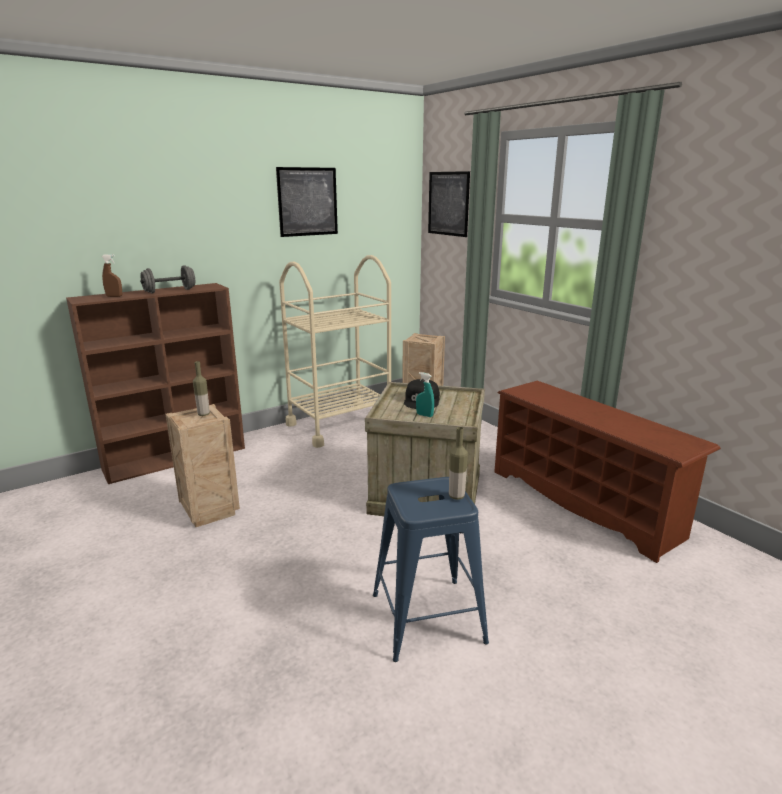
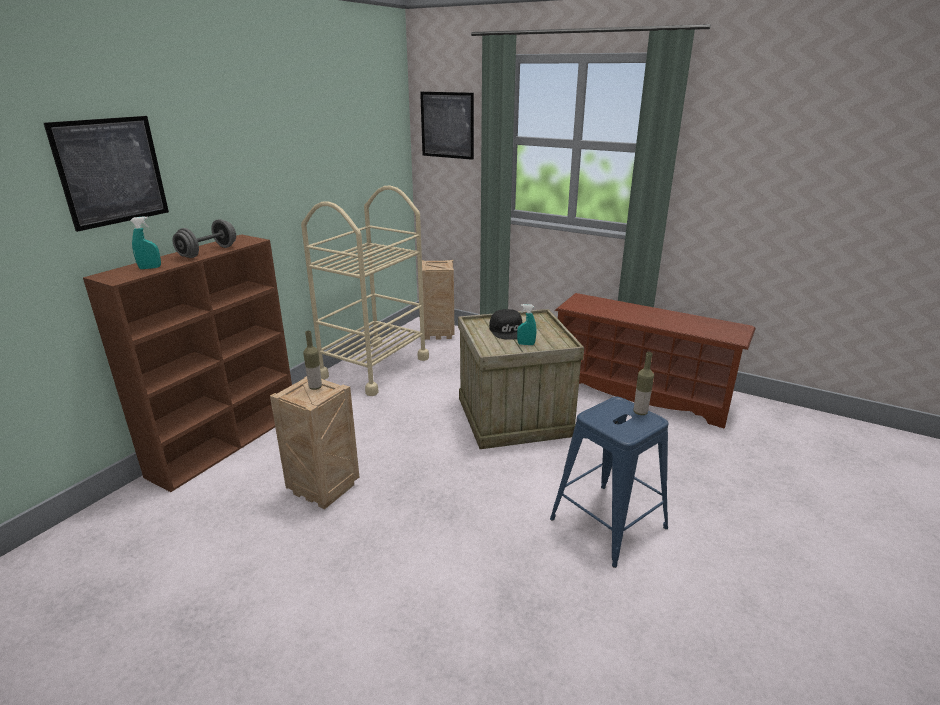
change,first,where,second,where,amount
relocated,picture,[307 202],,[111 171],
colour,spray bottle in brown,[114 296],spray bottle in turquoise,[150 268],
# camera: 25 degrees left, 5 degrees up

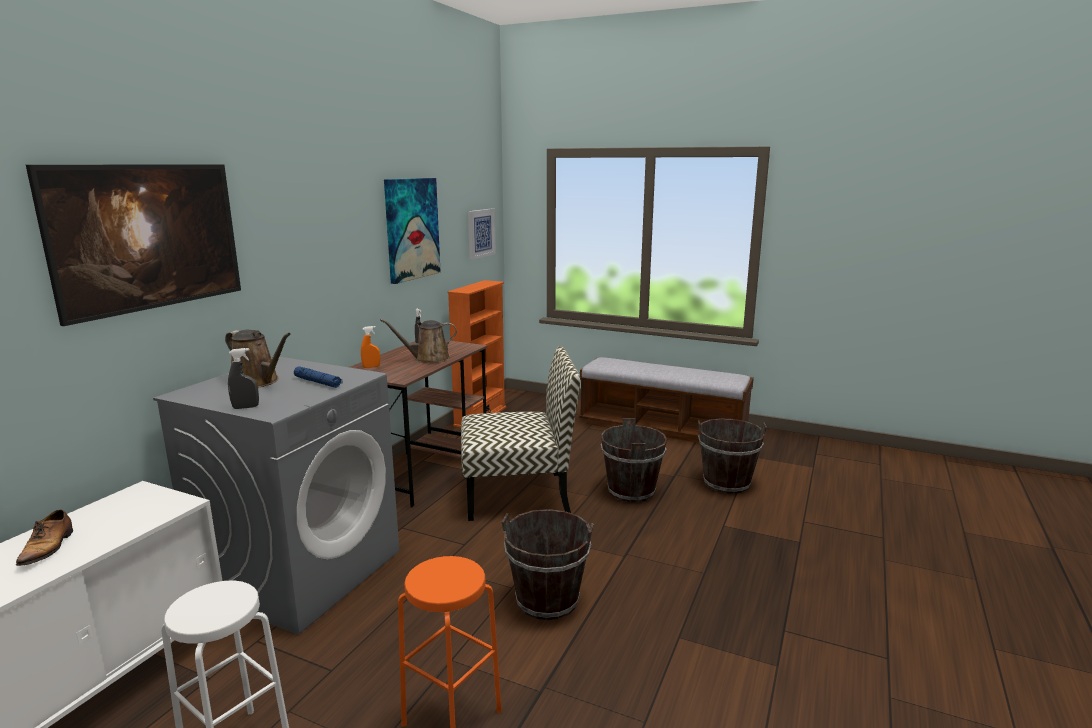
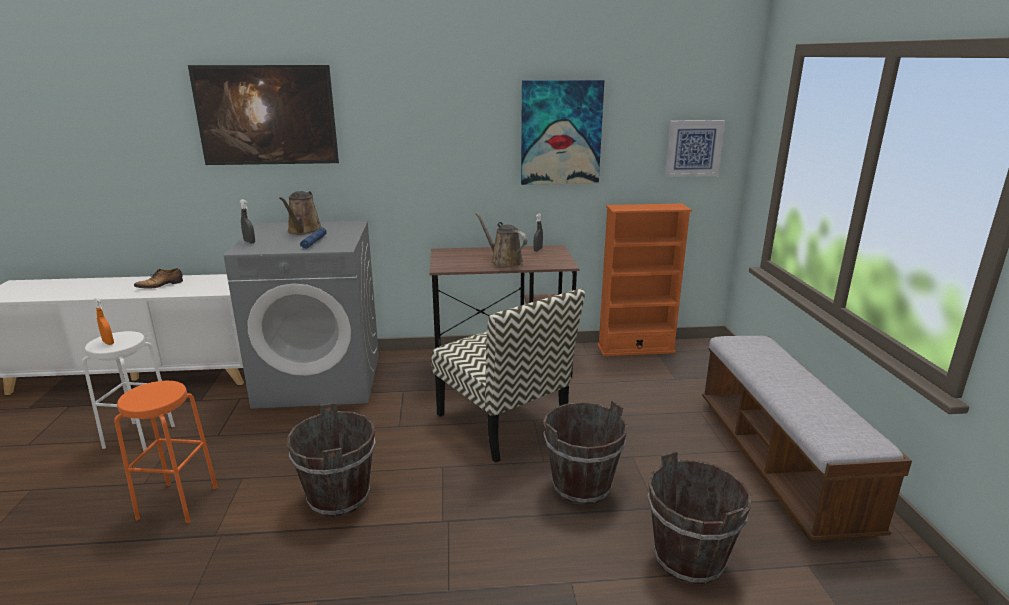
change,first,where,second,where,amount
relocated,spray bottle in orange,[371 367],,[108 342],
# camera: 60 degrees right, 5 degrees up

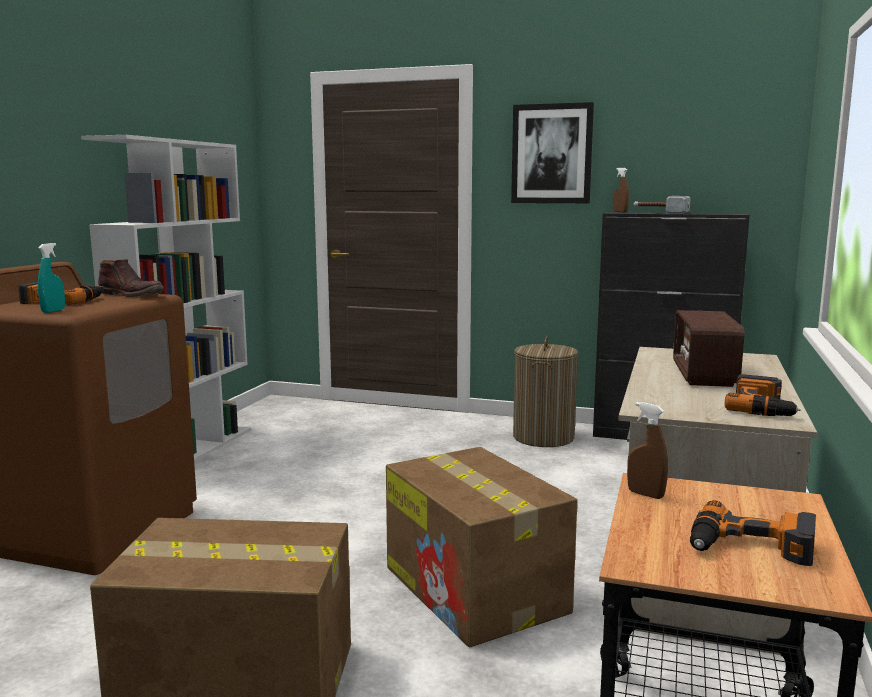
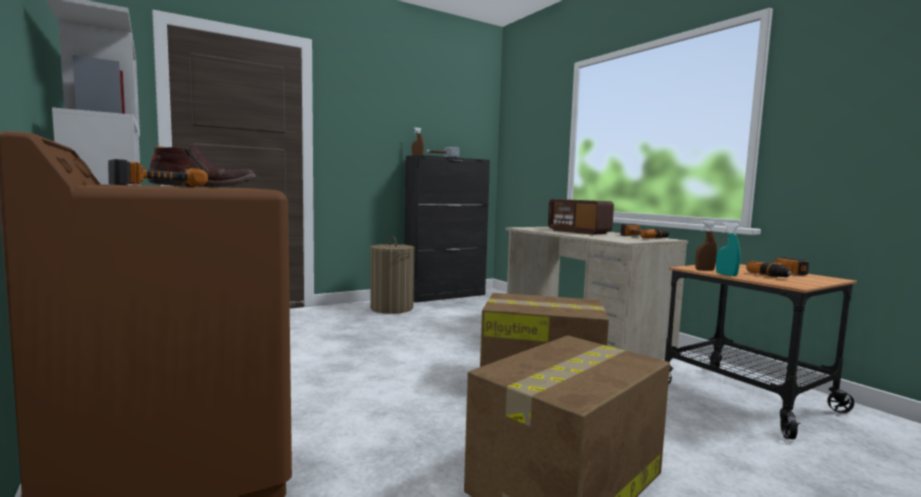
change,first,where,second,where,amount
missing,picture,[551 154],,,
relocated,spray bottle in turquoise,[53 311],,[726 275],
# camera: 50 degrees left, 5 degrees down

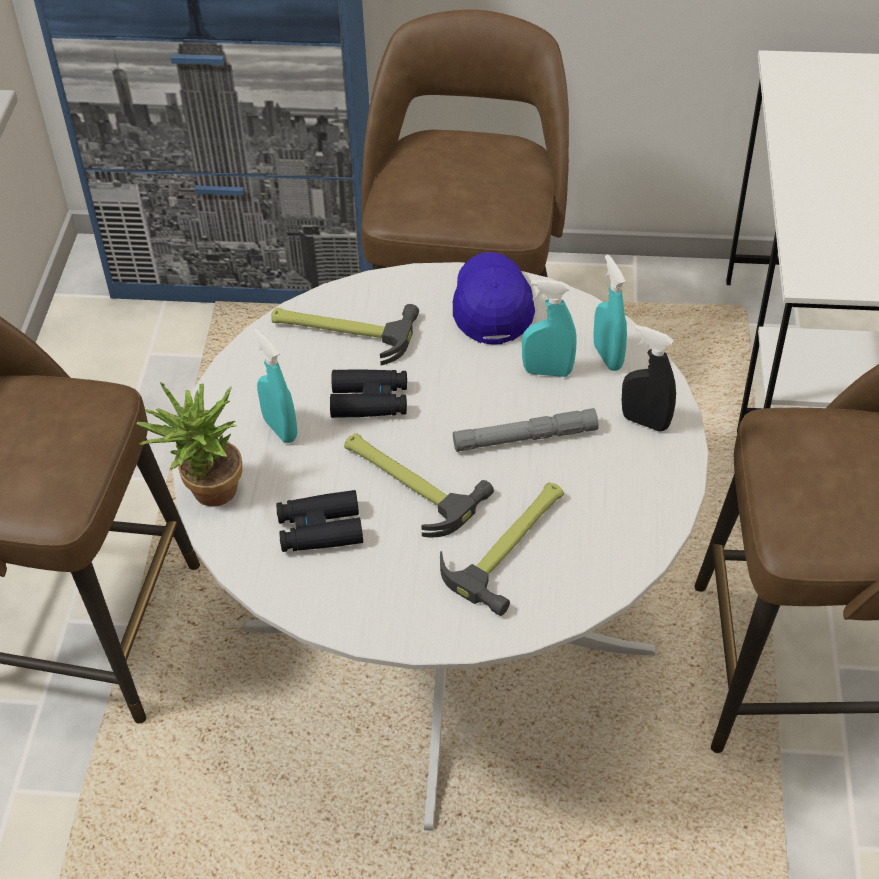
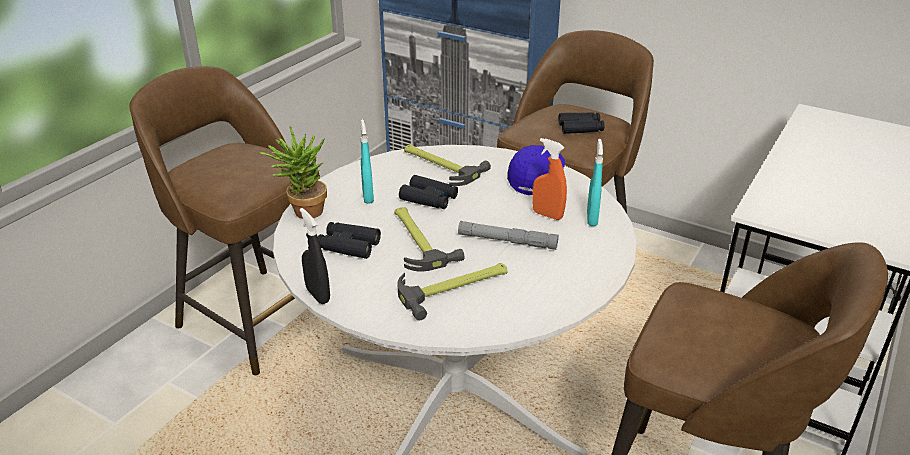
change,first,where,second,where,amount
appeared,,,binoculars in black,[580 128],
relocated,spray bottle in black,[645 421],,[318 295],
colour,spray bottle in turquoise,[547 371],spray bottle in orange,[547 215],
# camera: 25 degrees right, 15 degrees down

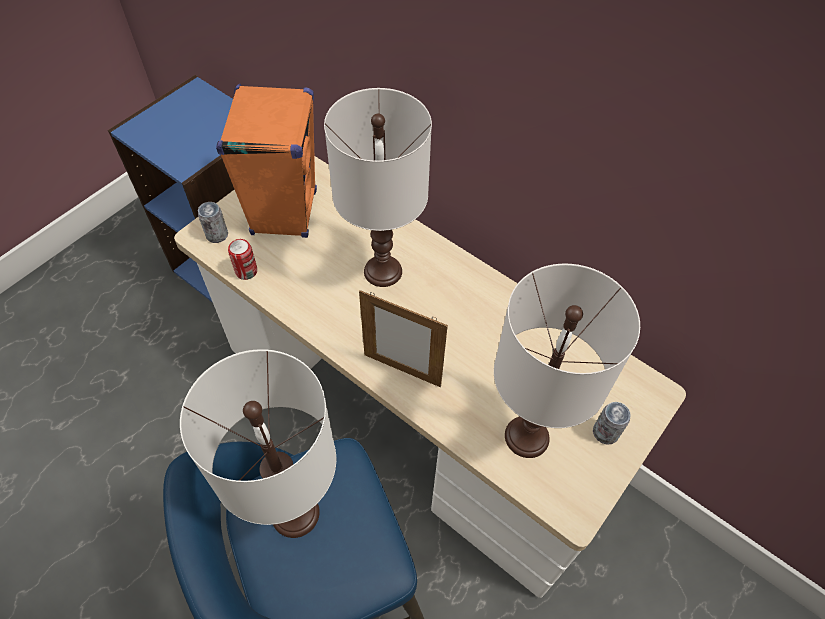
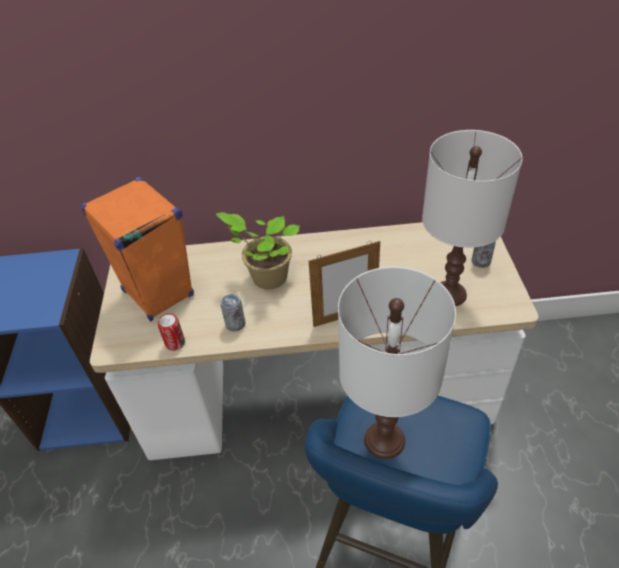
change,first,where,second,where,amount
relocated,can,[217 235],,[235 324],
exchanged,table lamp in white,[383 271],potted plant,[267 277],
# camera: 40 degrees left, 10 degrees down

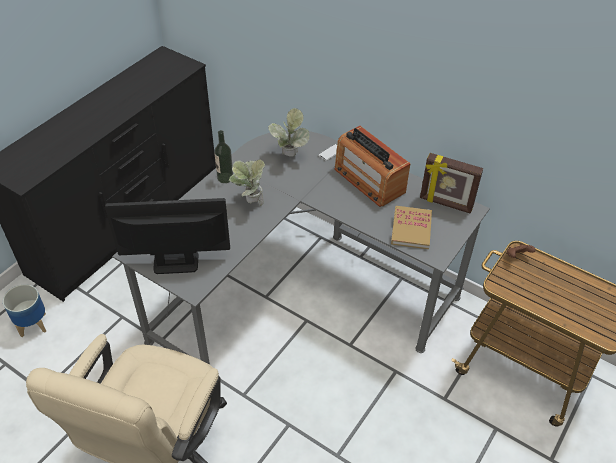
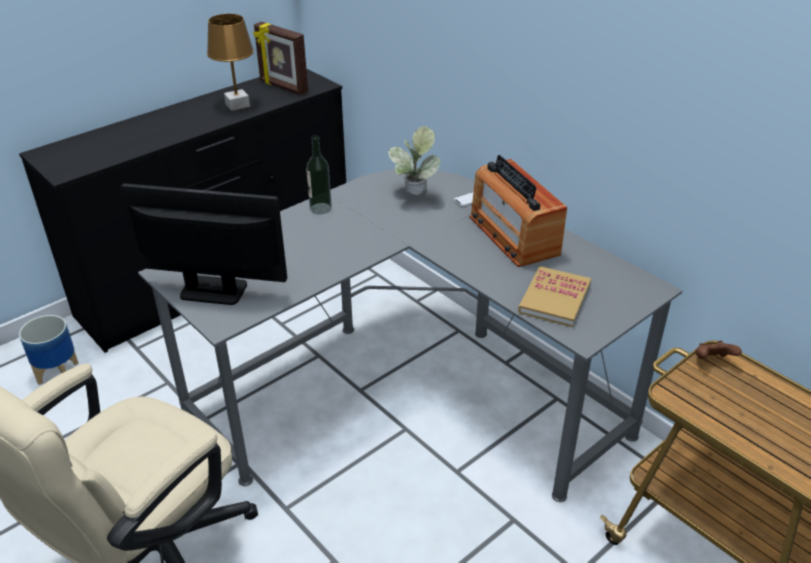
change,first,where,second,where,amount
missing,potted plant,[250 202],,,
appeared,,,table lamp in brown,[237 105],
relocated,picture frame,[445 204],,[283 87],
# camera: 15 degrees right, 10 degrees down

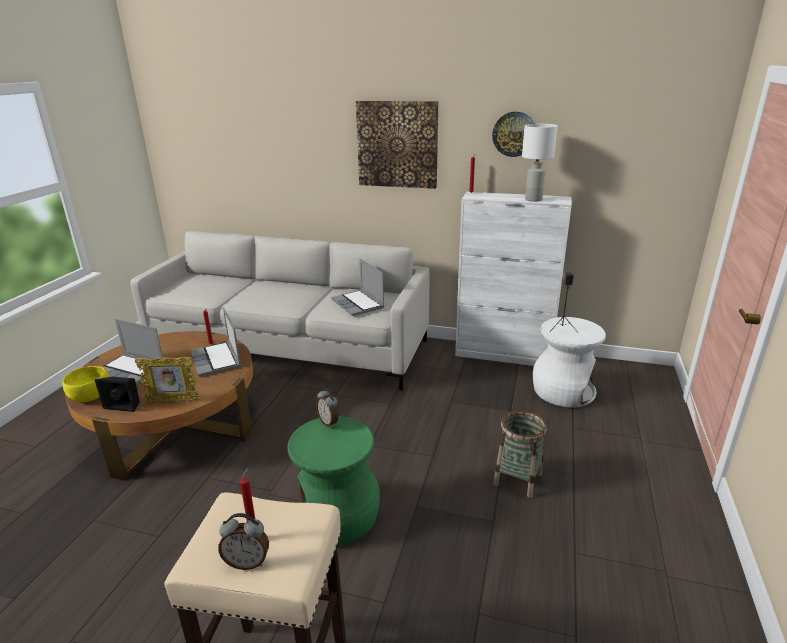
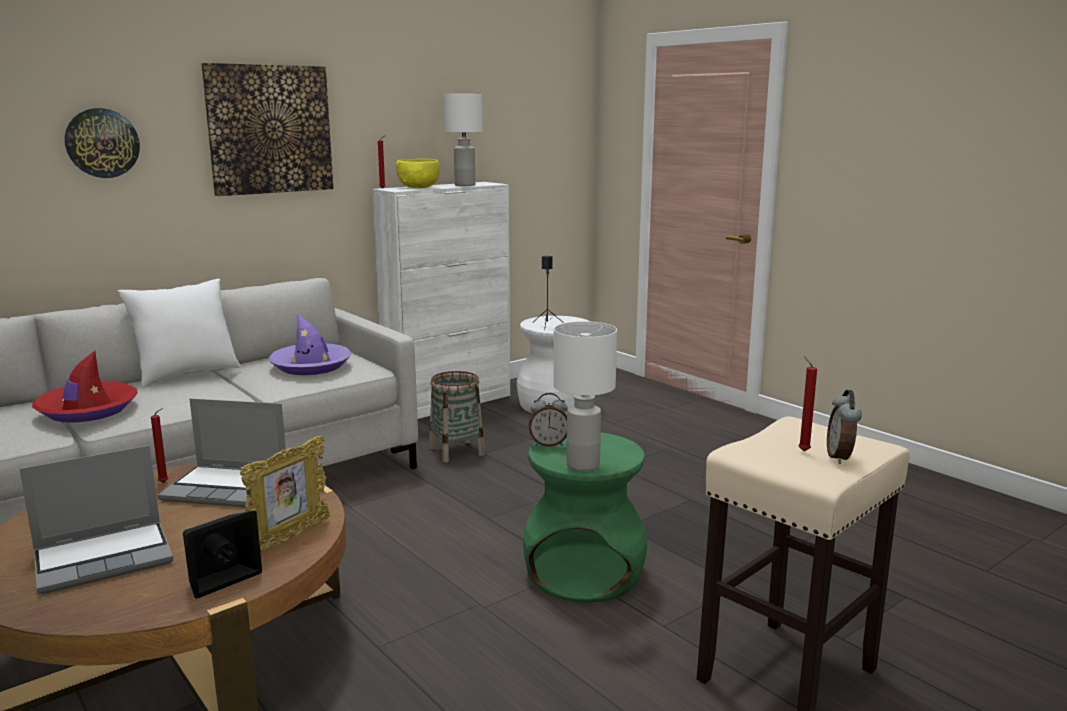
change,first,where,second,where,amount
appeared,,,hat in red,[87 410],
appeared,,,pillow in white,[186 375],
appeared,,,table lamp in white,[582 465],
relocated,bowl in yellow,[91 396],,[418 187],
relocated,wall clock,[514 134],,[102 143],
relocated,basket,[517 479],,[456 451],
exchanged,laptop,[358 304],hat in purple,[311 366],
spun,alarm clock,[247 562],,[840 457],150 degrees clockwise
# camera: 55 degrees left, 10 degrees down

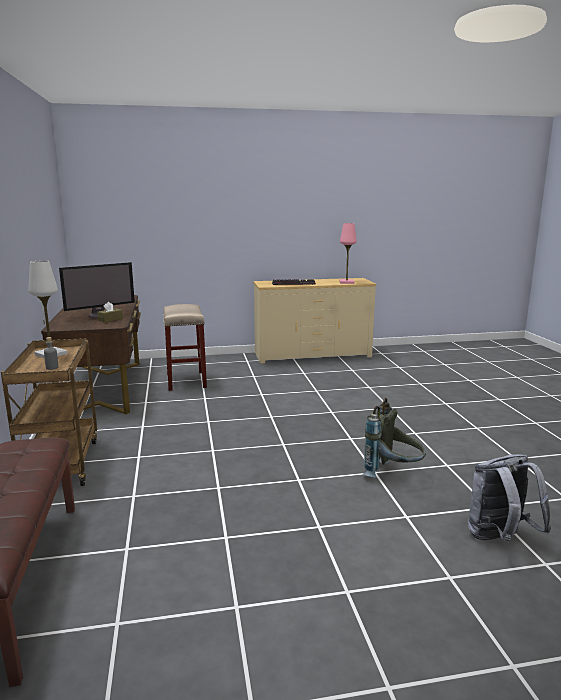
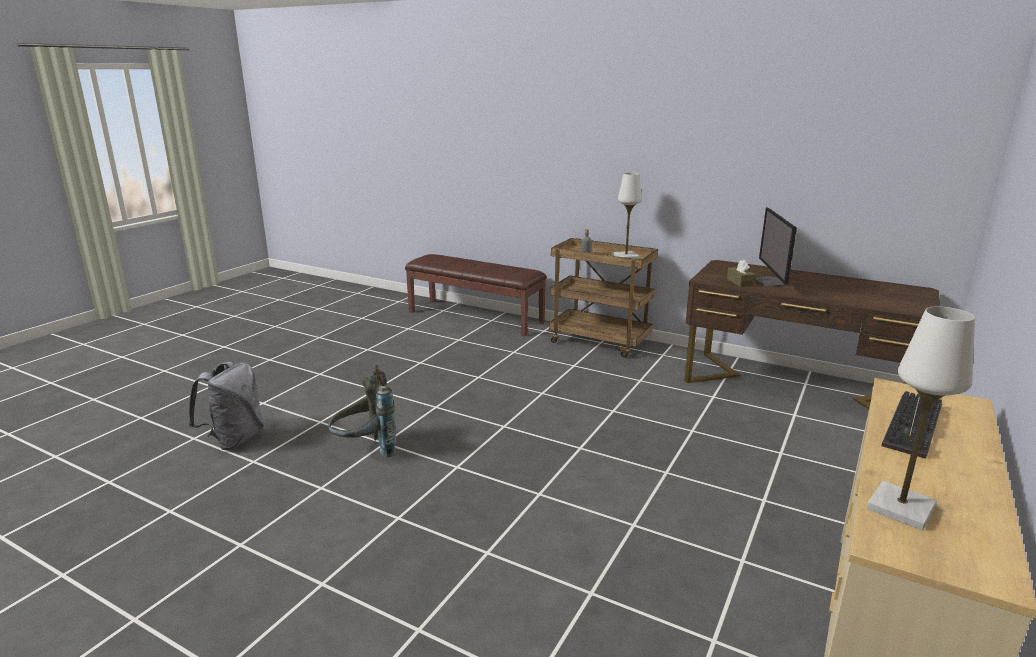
change,first,where,second,where,amount
missing,stool in beige,[186 381],,,
colour,table lamp in pink,[346 282],table lamp in white,[900 508],
# camera: 130 degrees right, 5 degrees up

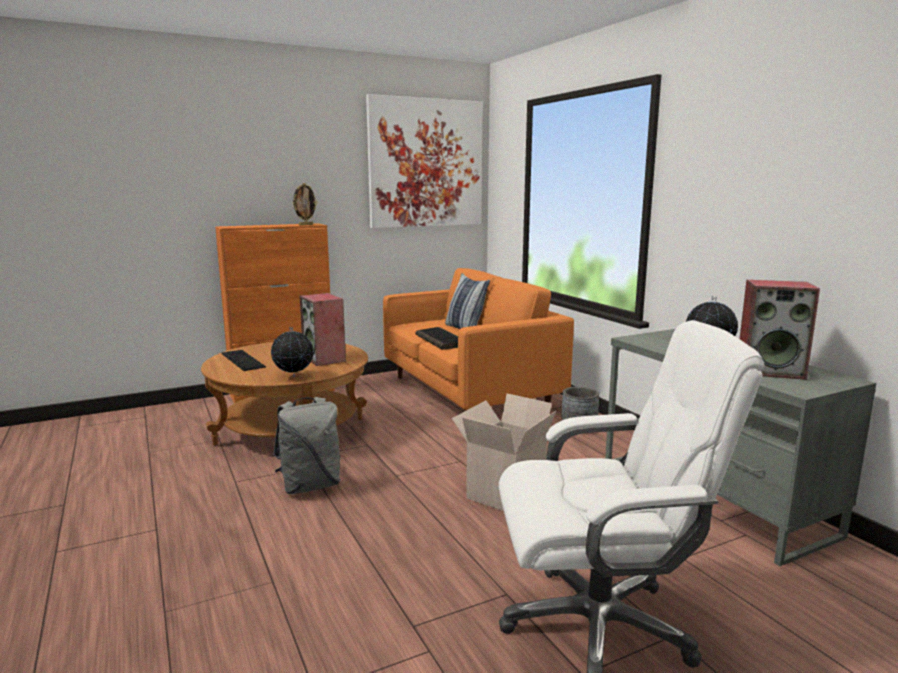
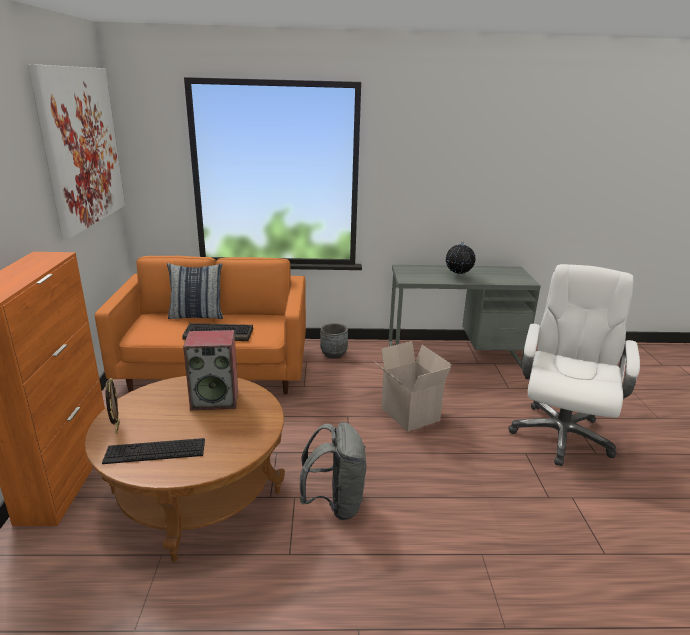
change,first,where,second,where,amount
missing,globe,[294 377],,,
missing,speaker,[771 370],,,
relocated,picture frame,[305 225],,[116 428],
# camera: 65 degrees left, 10 degrees up

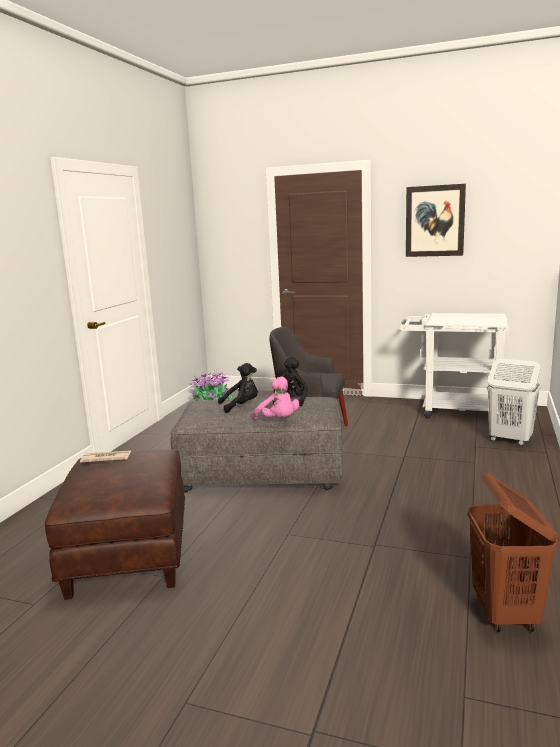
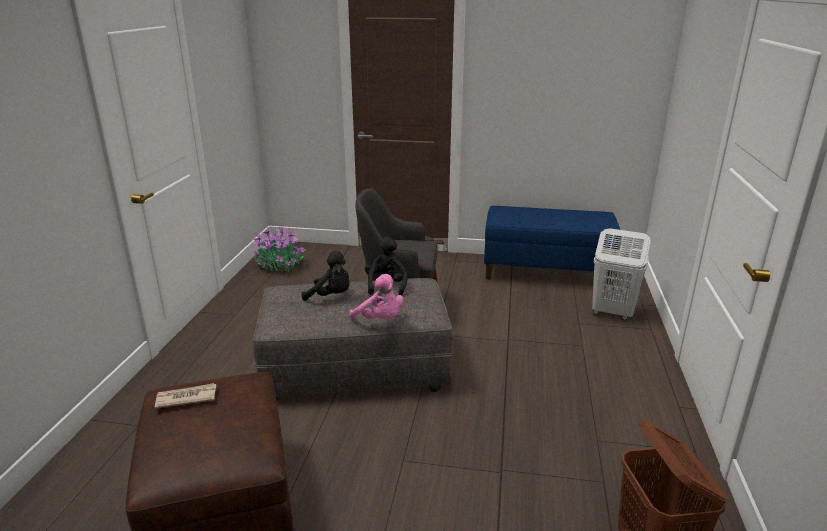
change,first,where,second,where,amount
missing,picture,[435 221],,,
exchanged,cart in white,[453 410],bench in blue,[546 272],
spun,plush toy in black,[241 406],,[331 296],45 degrees clockwise
# camera: 10 degrees left, 10 degrees up

